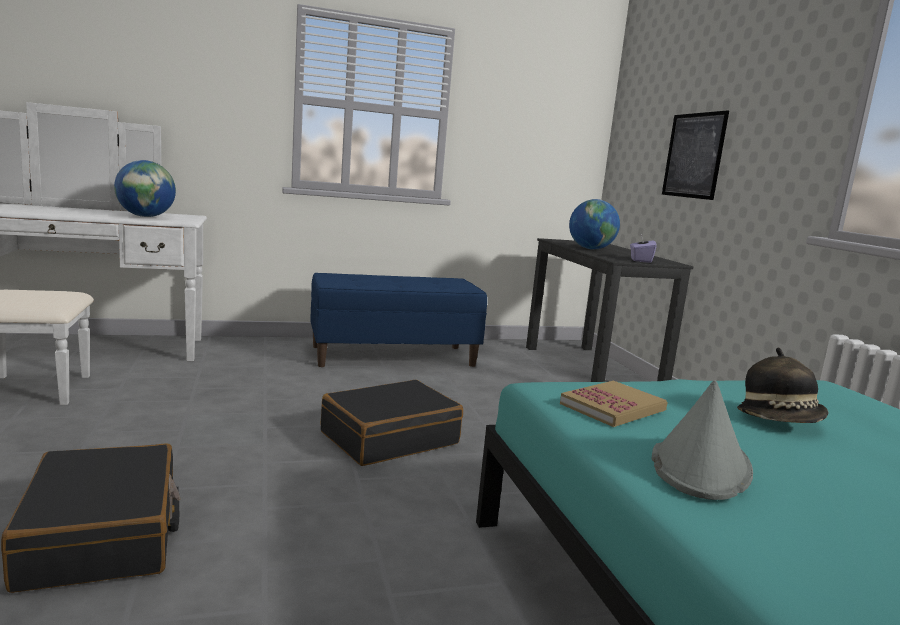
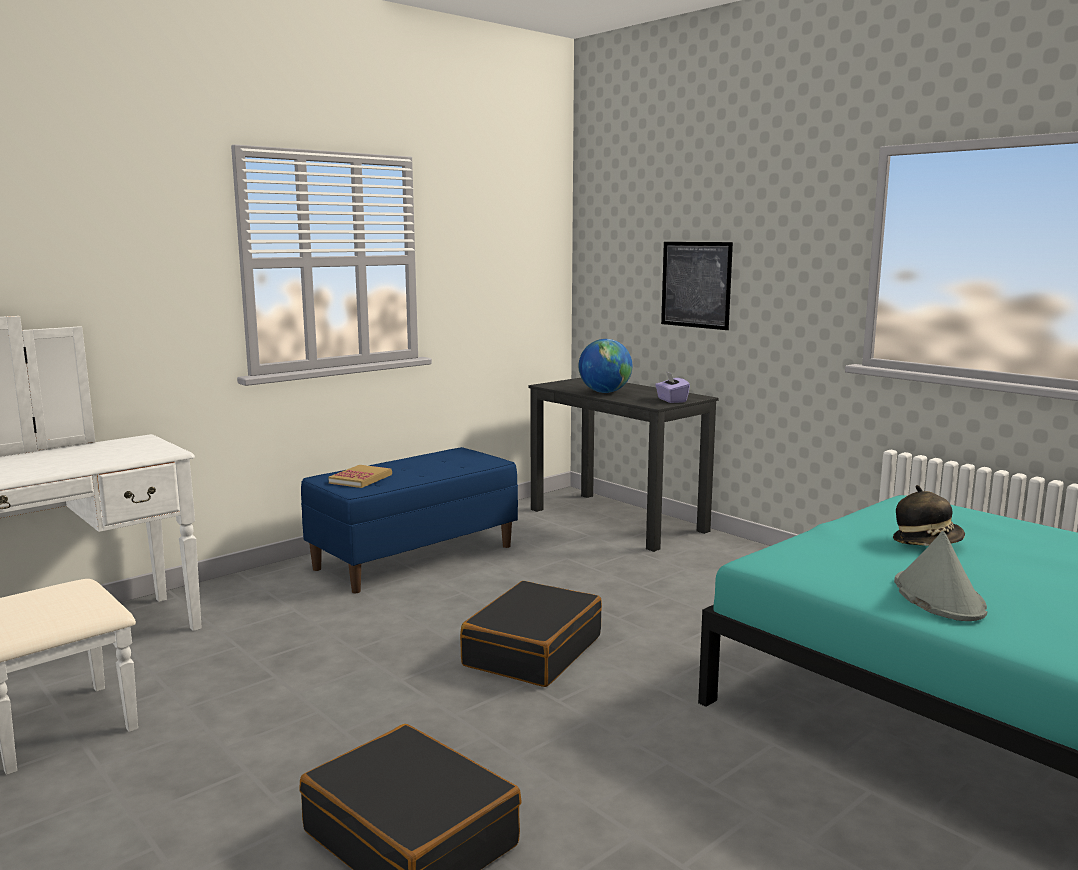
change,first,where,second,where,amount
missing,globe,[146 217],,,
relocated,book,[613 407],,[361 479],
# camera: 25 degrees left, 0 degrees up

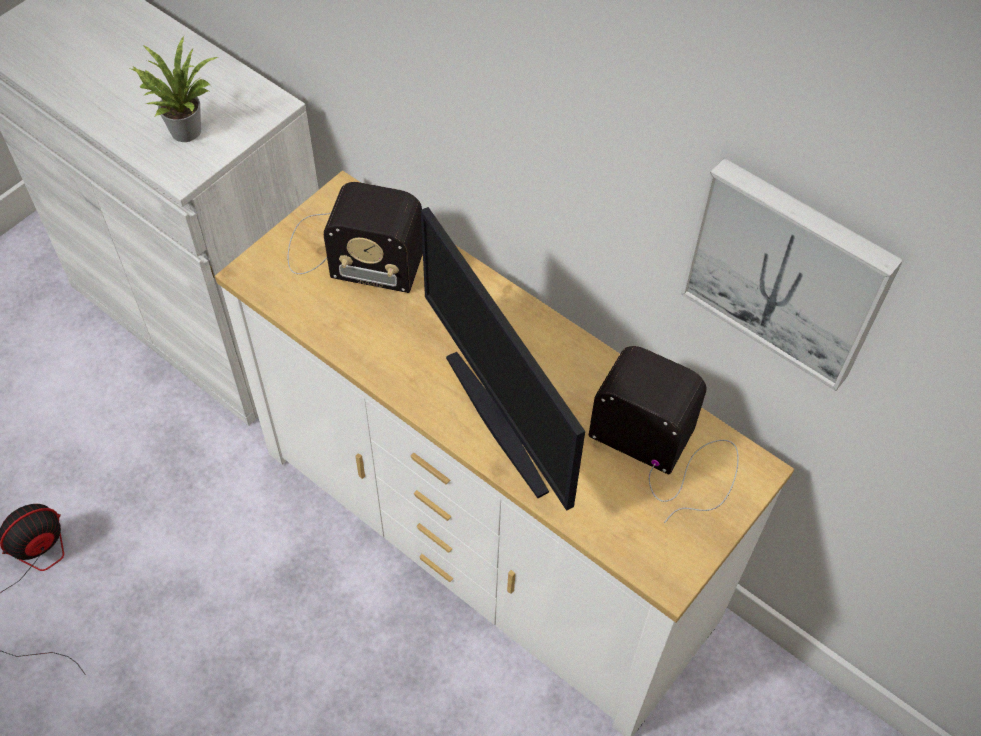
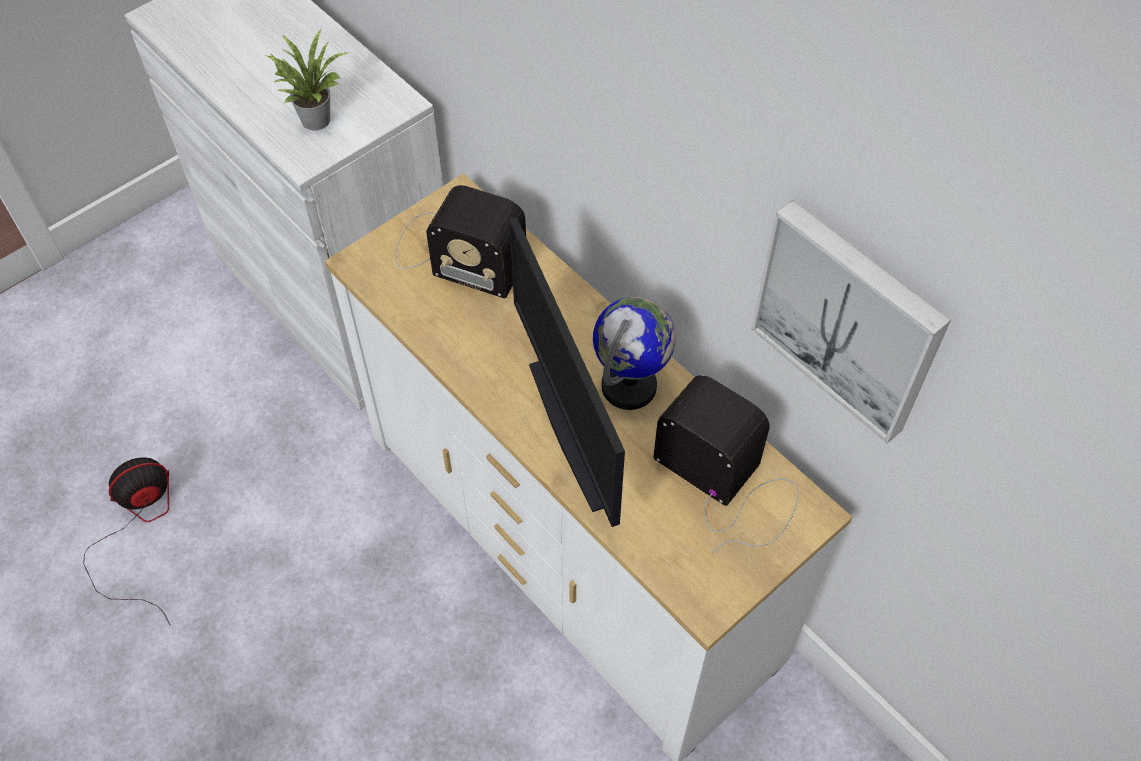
change,first,where,second,where,amount
appeared,,,globe,[629 386],
# camera: 10 degrees right, 0 degrees up

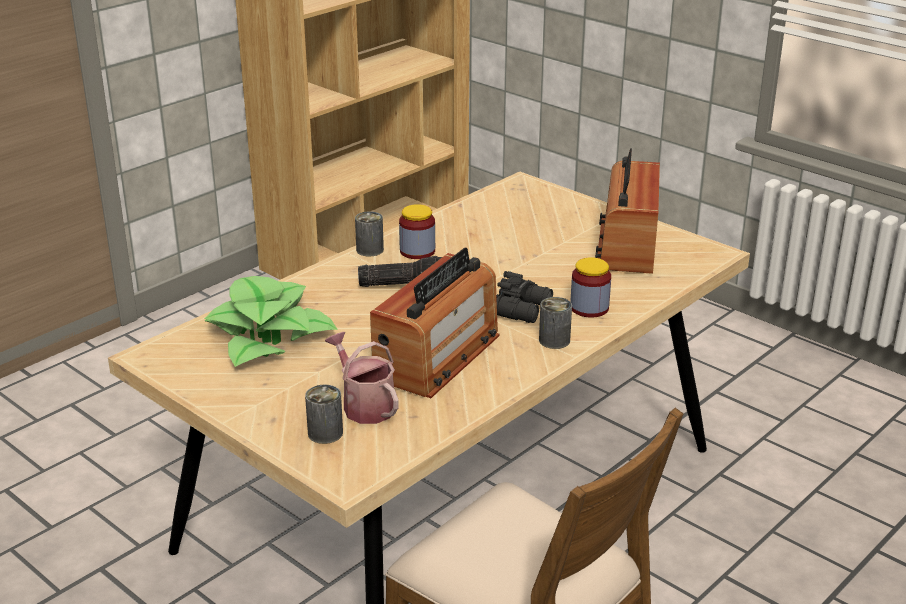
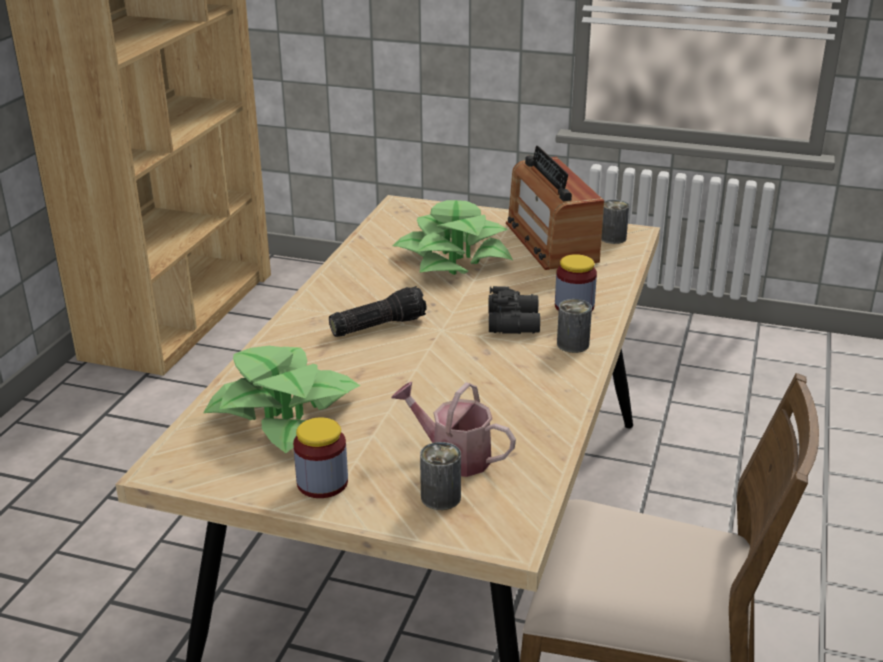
change,first,where,second,where,amount
missing,radio,[437 356],,,
appeared,,,potted plant,[453 258],
relocated,can,[370 250],,[612 238],
relocated,jar,[417 251],,[322 483],
# camera: 25 degrees left, 0 degrees up

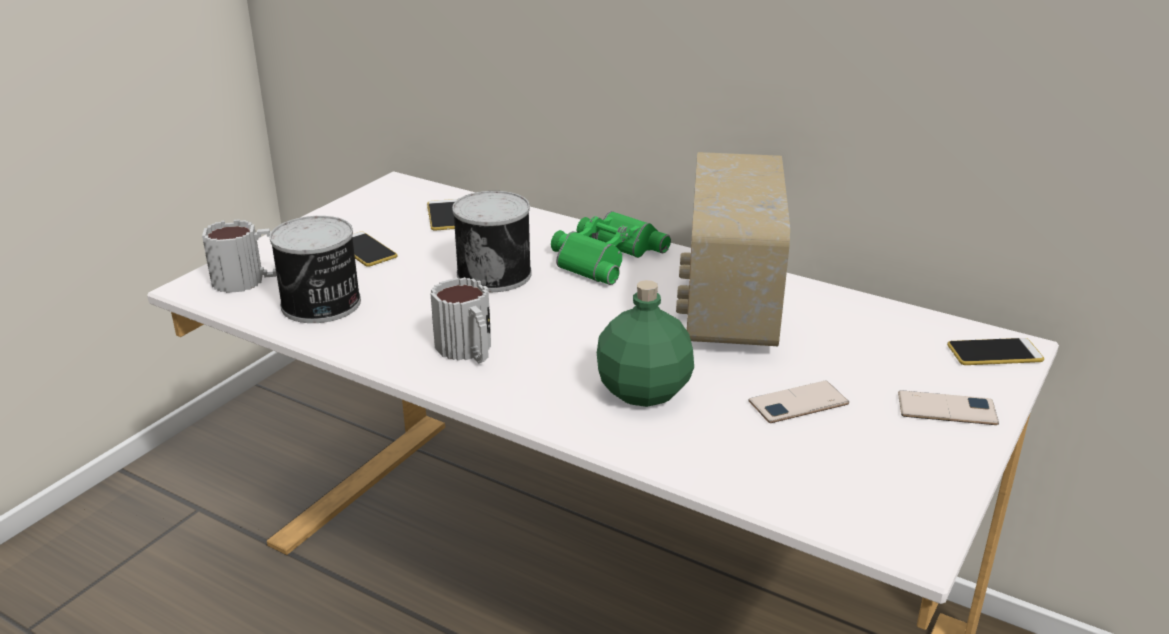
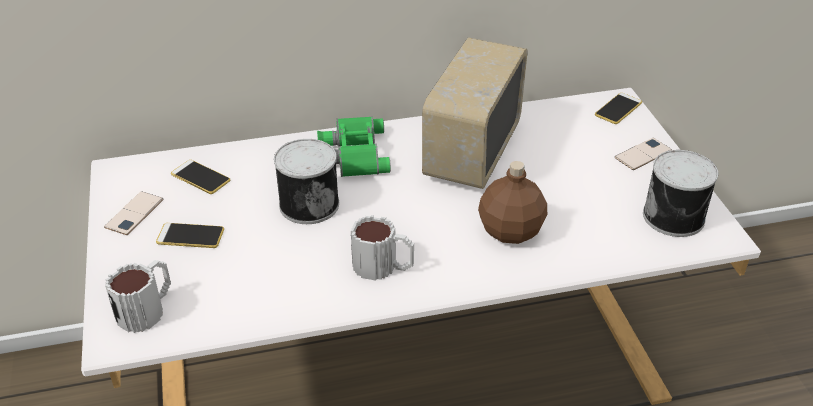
change,first,where,second,where,amount
relocated,can,[321 304],,[675 217],
relocated,phone,[798 403],,[134 213],
colour,bottle in green,[644 391],bottle in brown,[510 230],
spun,radio,[727 308],,[471 152],60 degrees clockwise
# camera: 45 degrees left, 10 degrees up

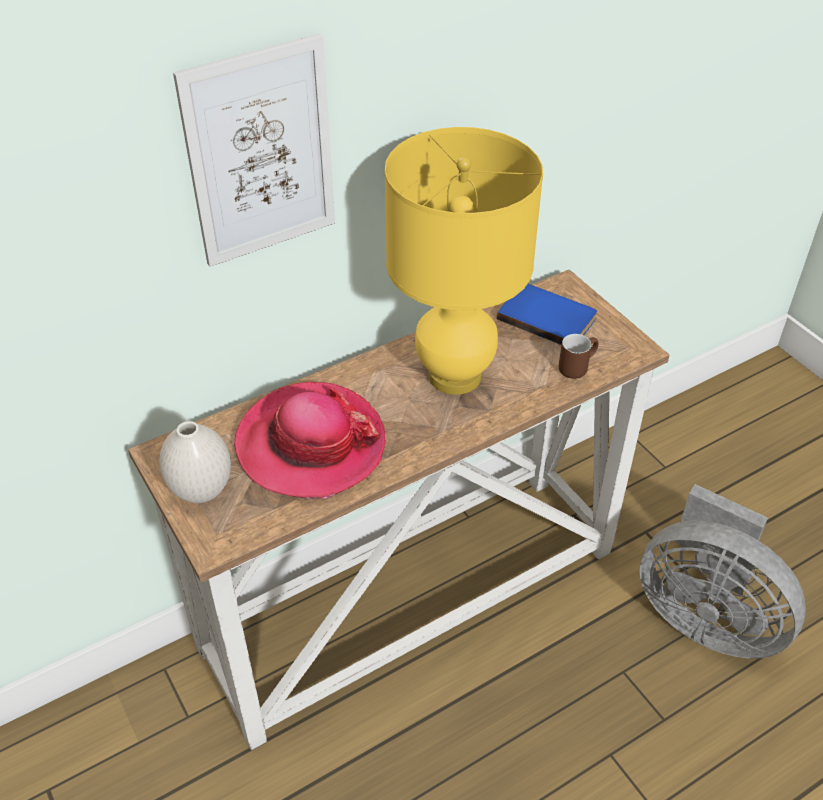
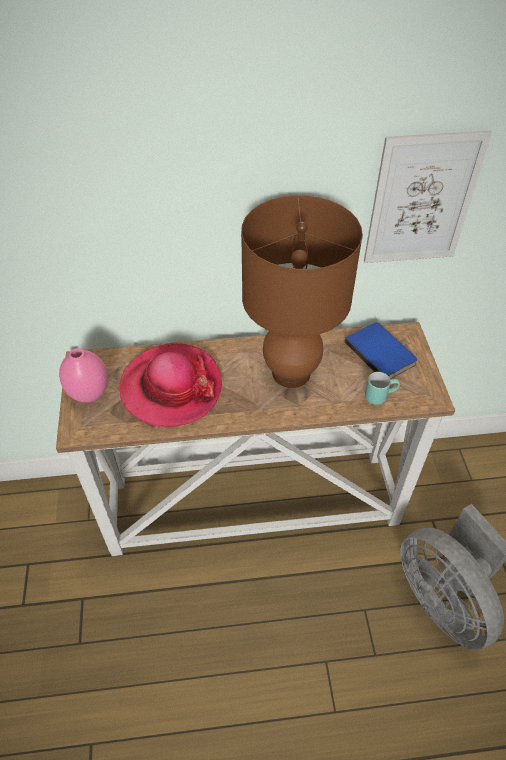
change,first,where,second,where,amount
relocated,picture,[260 153],,[421 200],
colour,vase in white,[201 492],vase in pink,[89 394],
colour,table lamp in yellow,[454 375],table lamp in brown,[291 373],
colour,mug in brown,[576 366],mug in turquoise,[379 395],
# camera: 25 degrees right, 5 degrees up

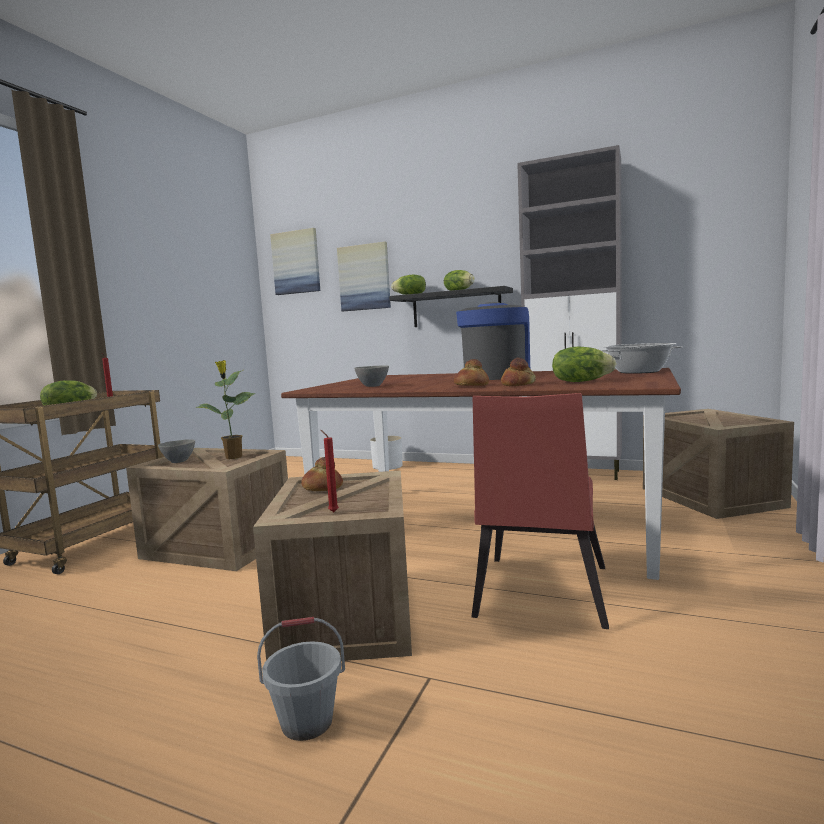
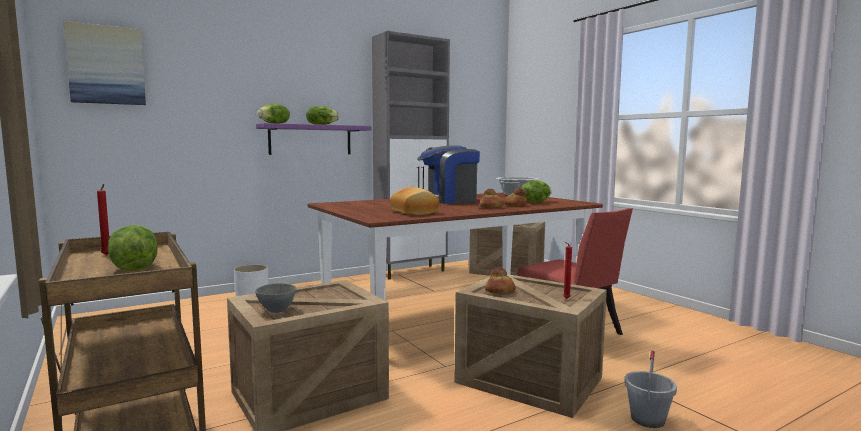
change,first,where,second,where,amount
missing,potted plant,[233 457],,,
missing,picture,[364 277],,,
exchanged,bowl in grey,[373 386],bread,[415 212],
colour,shelf in black,[456 308],shelf in purple,[310 140],
spun,coffee machine,[496 376],,[448 200],75 degrees counterclockwise
# camera: 55 degrees left, 0 degrees up

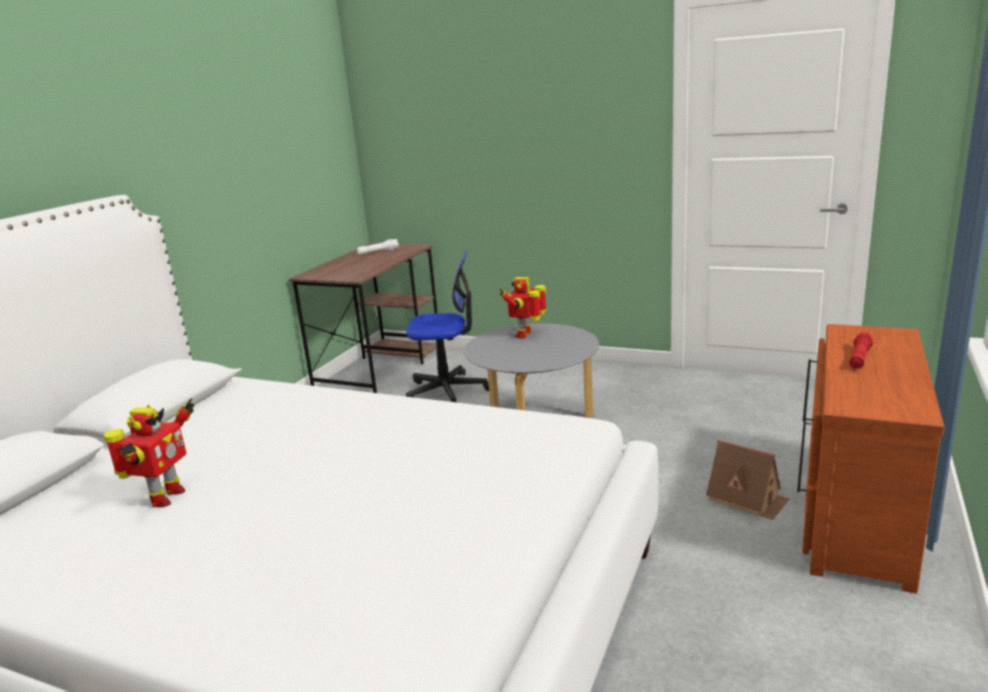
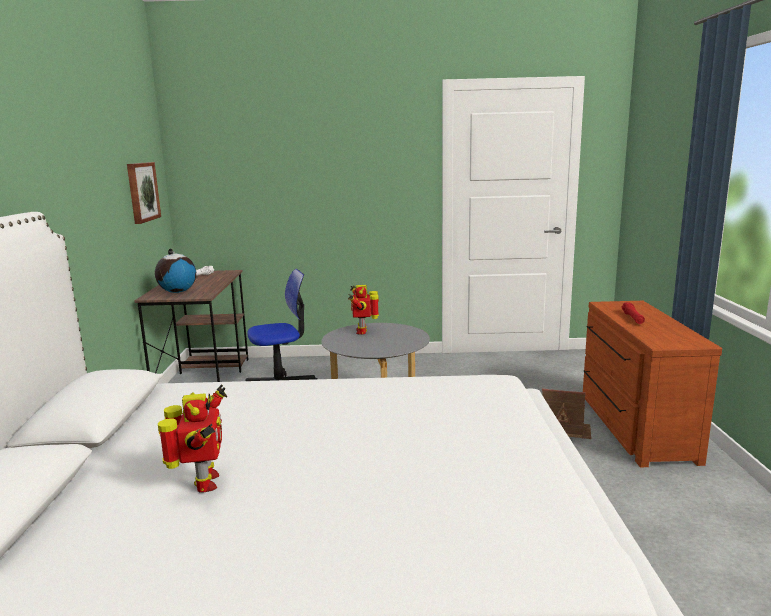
change,first,where,second,where,amount
appeared,,,picture,[142 192],
appeared,,,globe,[177 292],
# camera: 25 degrees left, 5 degrees down

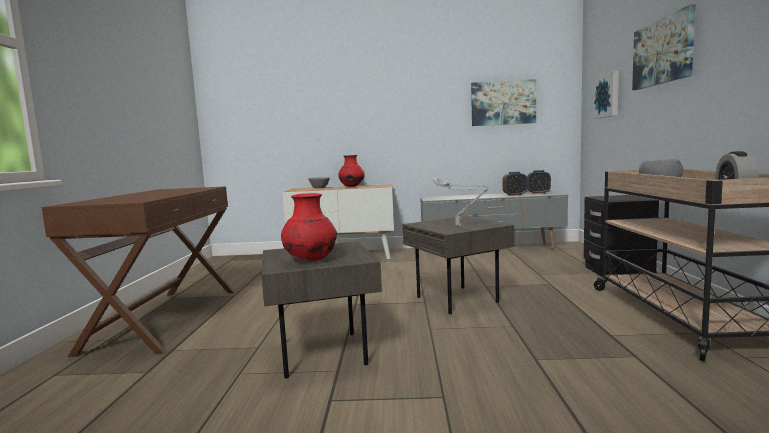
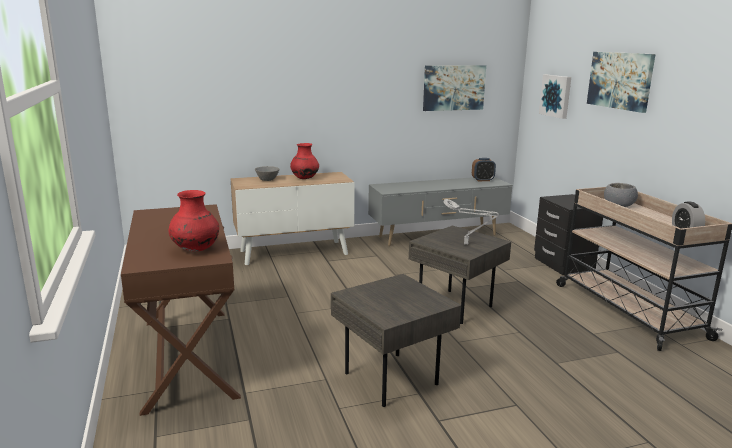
change,first,where,second,where,amount
missing,alarm clock,[514 195],,,
relocated,vase in red,[310 261],,[195 250],
# camera: 20 degrees left, 10 degrees up

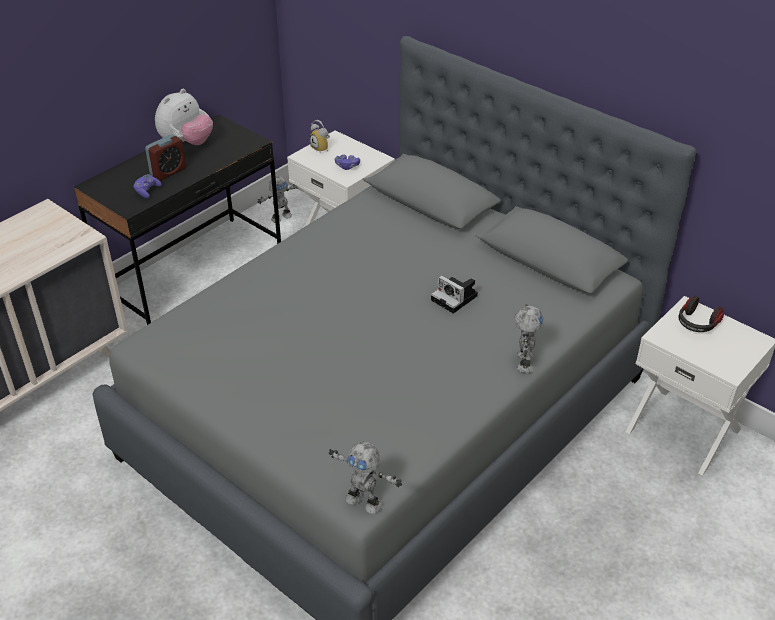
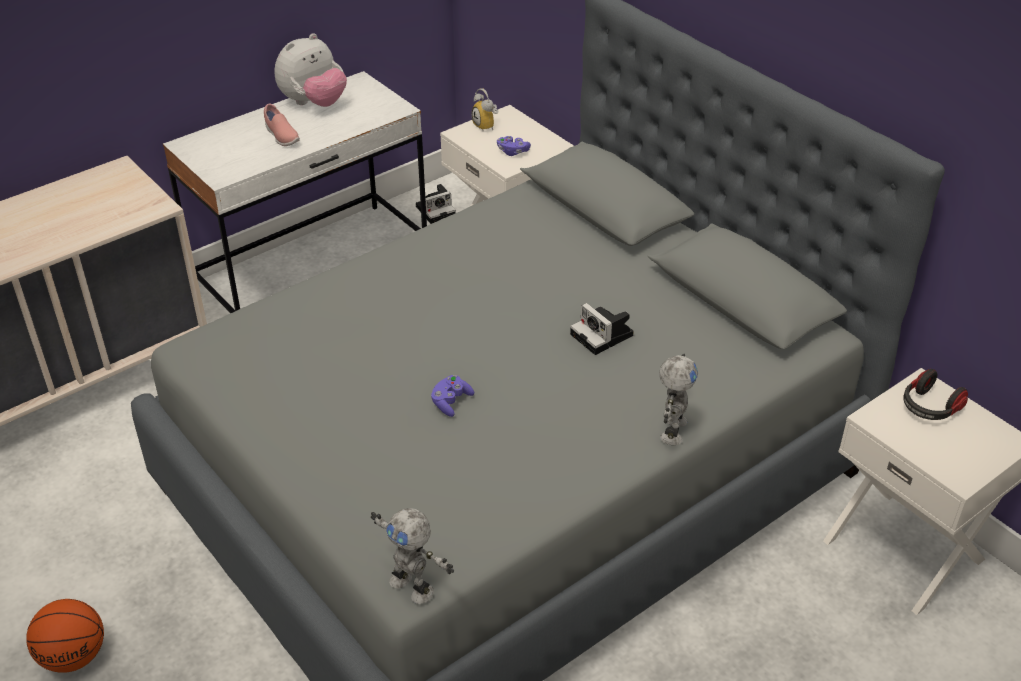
change,first,where,second,where,amount
appeared,,,basketball,[74 656],
relocated,game controller in purple,[147 191],,[451 402],
exchanged,alarm clock,[168 172],shoe in pink,[281 136],
exchanged,toy robot,[281 217],photo camera,[436 210],
colour,desk in black,[194 272],desk in white,[313 267],
# camera: 10 degrees right, 0 degrees up

